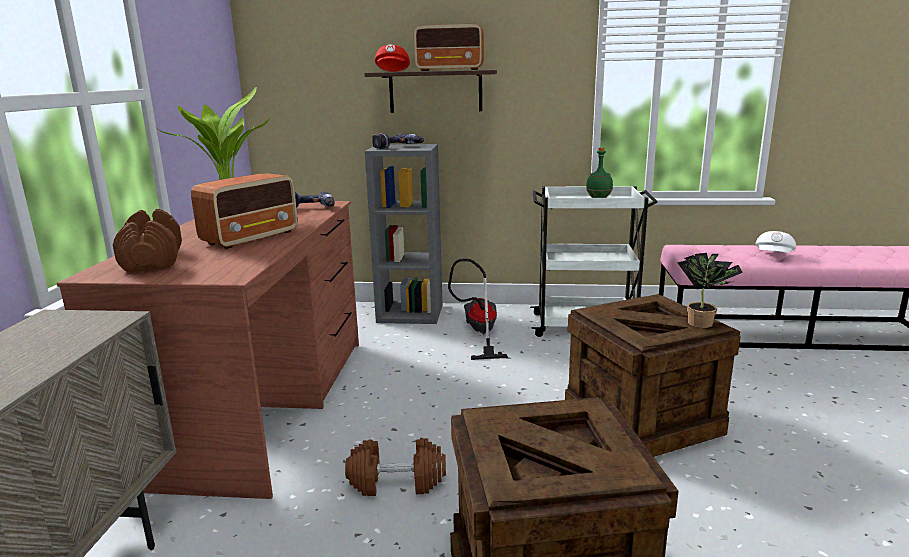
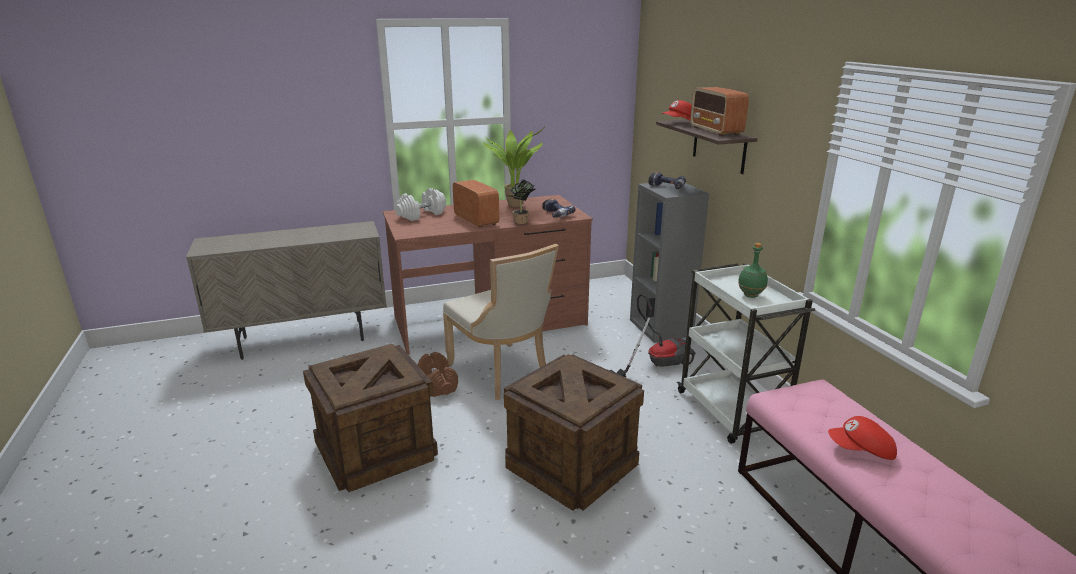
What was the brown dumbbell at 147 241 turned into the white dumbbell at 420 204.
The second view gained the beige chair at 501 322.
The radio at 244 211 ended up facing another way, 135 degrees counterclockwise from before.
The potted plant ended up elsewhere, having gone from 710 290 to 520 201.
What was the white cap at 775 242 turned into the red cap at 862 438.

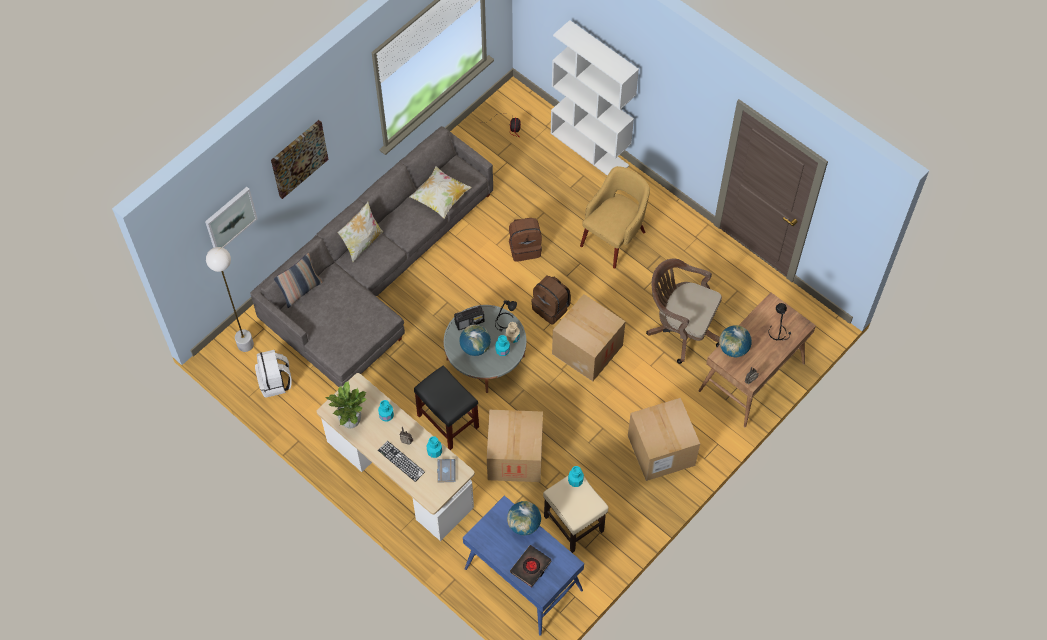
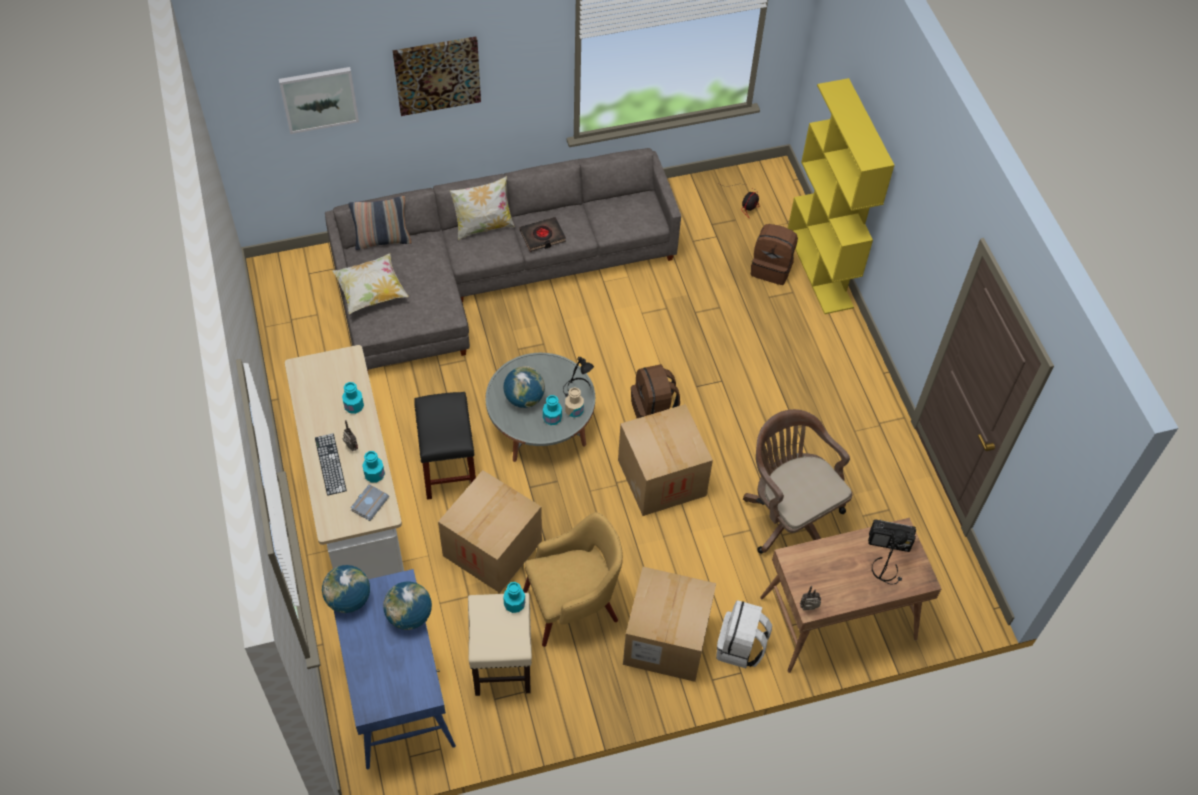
The globe ended up elsewhere, having gone from 735 341 to 346 589.
The pillow ended up elsewhere, having gone from 441 192 to 370 283.
The black book ended up elsewhere, having gone from 531 566 to 542 234.
The yellow armchair ended up elsewhere, having gone from 615 217 to 573 579.
The white backpack ended up elsewhere, having gone from 273 374 to 744 634.
The brown backpack ended up elsewhere, having gone from 525 240 to 774 254.
What was the white bookcase at 595 98 turned into the yellow bookcase at 841 196.
The radio ended up elsewhere, having gone from 469 318 to 892 535.
The second view lost the white floor lamp at 230 299.
The second view lost the potted plant at 346 404.

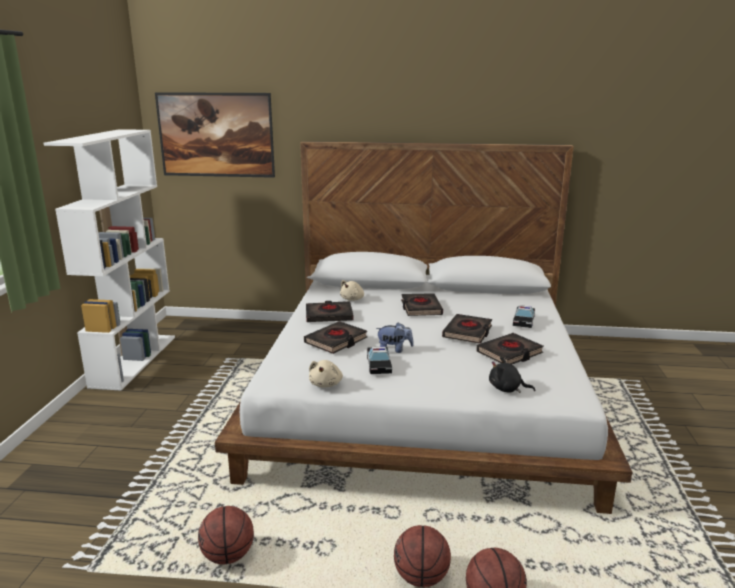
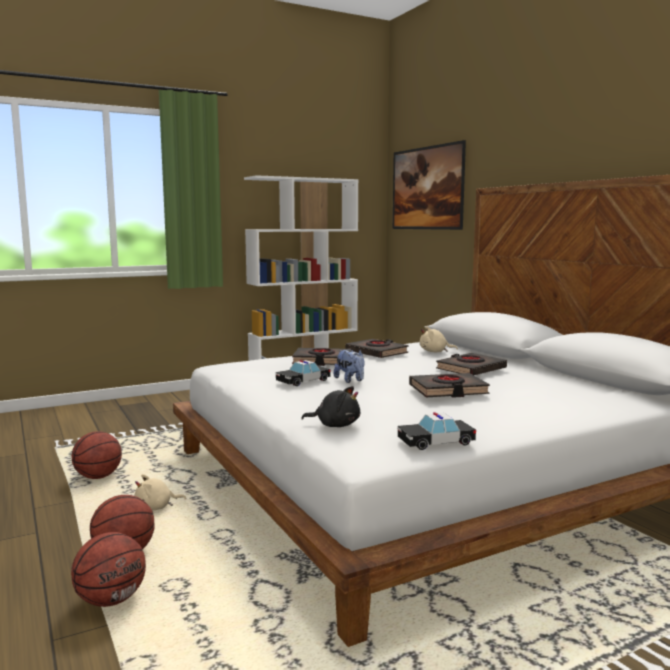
The beige plush toy ended up elsewhere, having gone from 326 374 to 160 492.
The black plush toy at 512 375 ended up facing another way, 120 degrees clockwise from before.
The toy car ended up elsewhere, having gone from 524 316 to 437 431.
The second view lost the black book at 510 348.

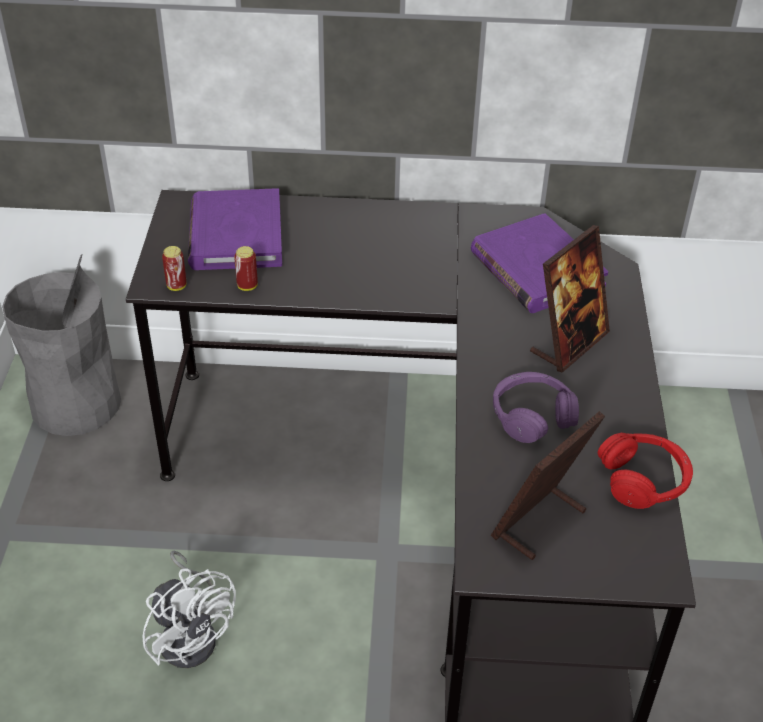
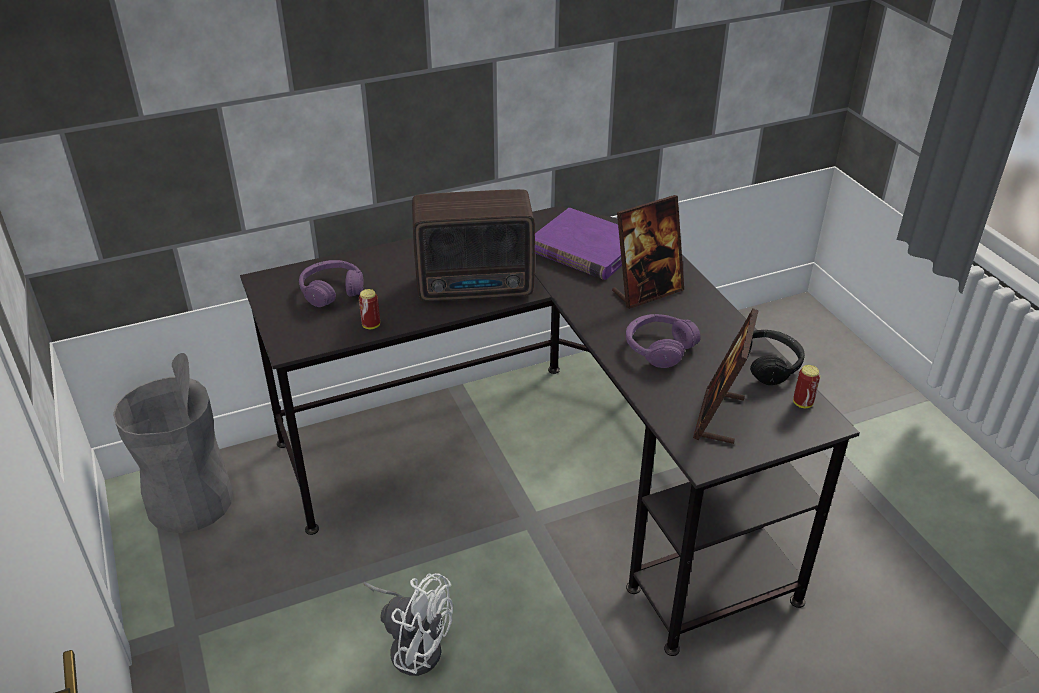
Where the purple book stood at 235 229, the purple headphones came to stand at 331 283.
The second view gained the radio at 473 245.
The picture frame at 570 299 ended up facing another way, 45 degrees clockwise from before.
What was the red headphones at 645 471 turned into the black headphones at 768 357.
The can ended up elsewhere, having gone from 174 268 to 806 386.

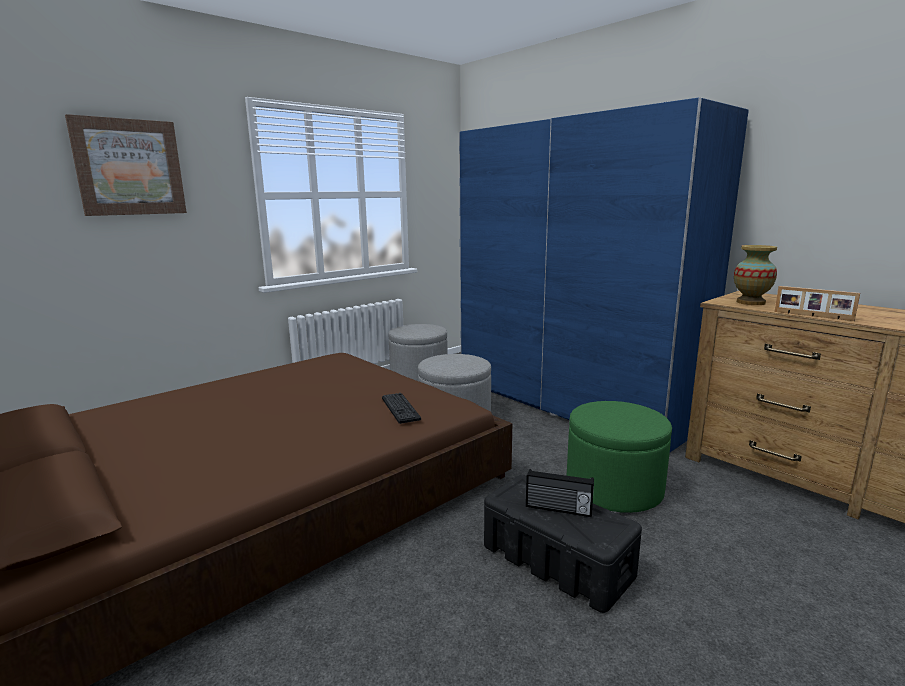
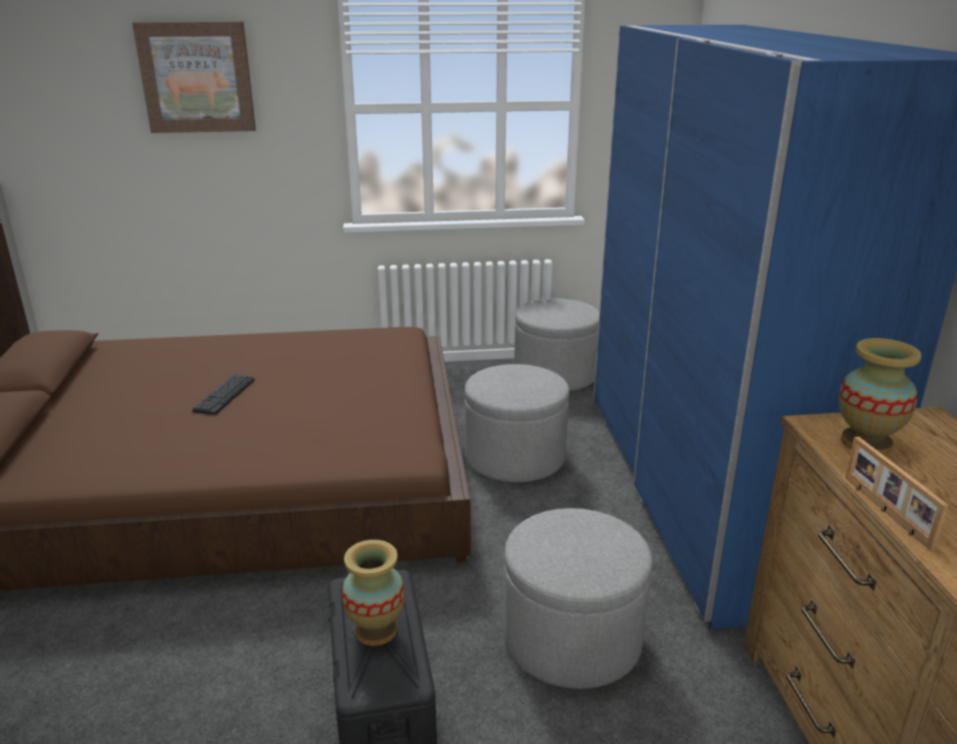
The keyboard ended up elsewhere, having gone from 401 408 to 223 394.
Where the radio stood at 560 493, the vase came to stand at 373 593.
What was the green ottoman at 619 457 turned into the grey ottoman at 577 598.

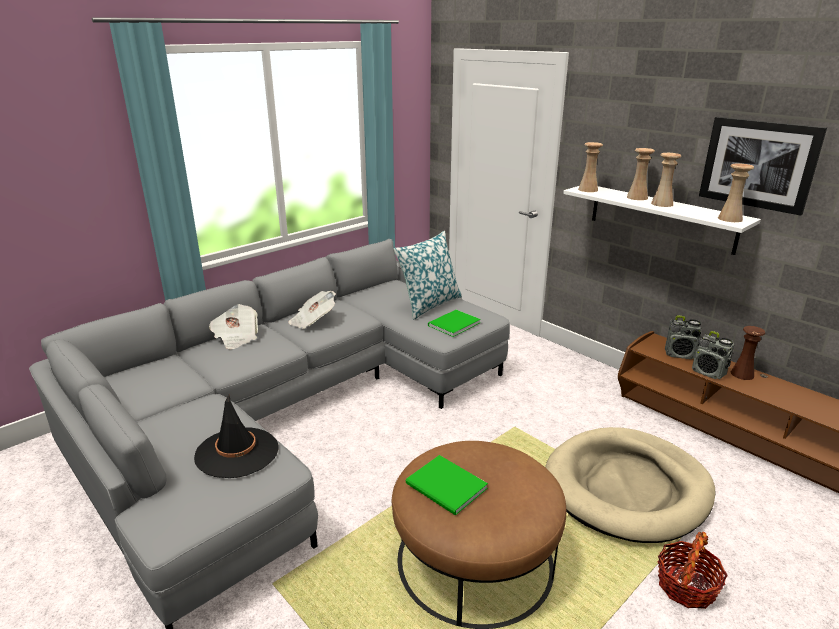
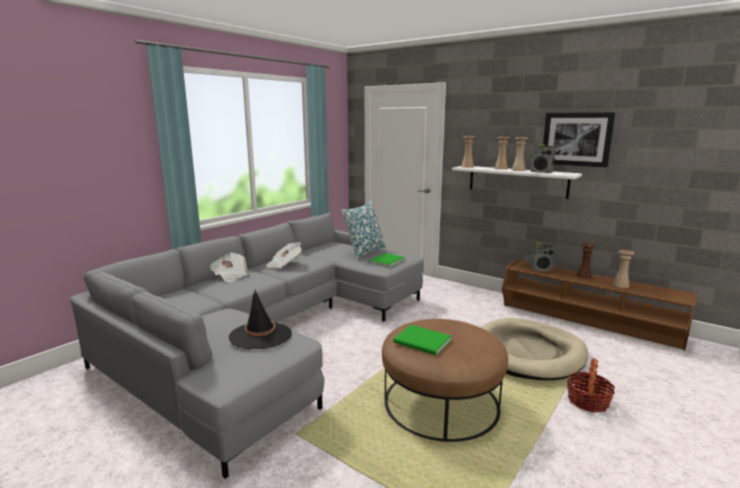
The radio ended up elsewhere, having gone from 713 355 to 543 158.
The beige vase ended up elsewhere, having gone from 736 192 to 623 269.

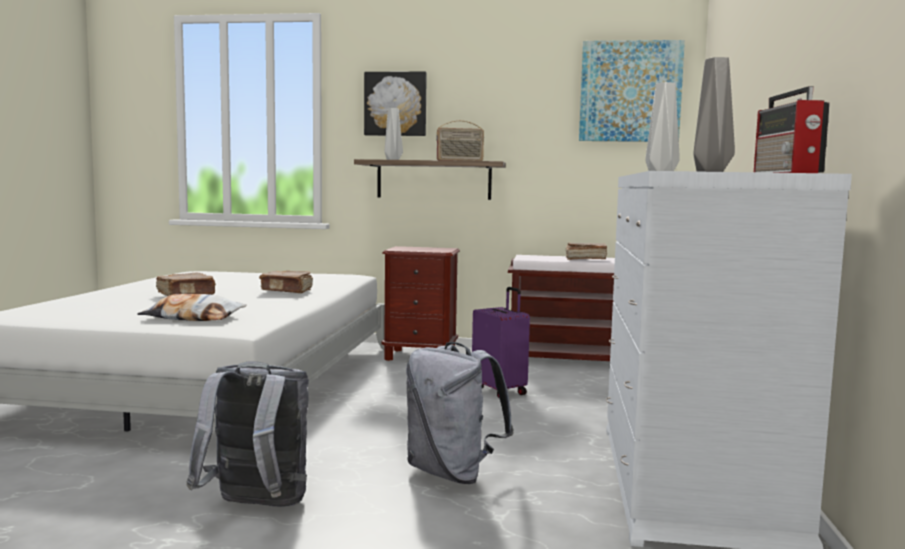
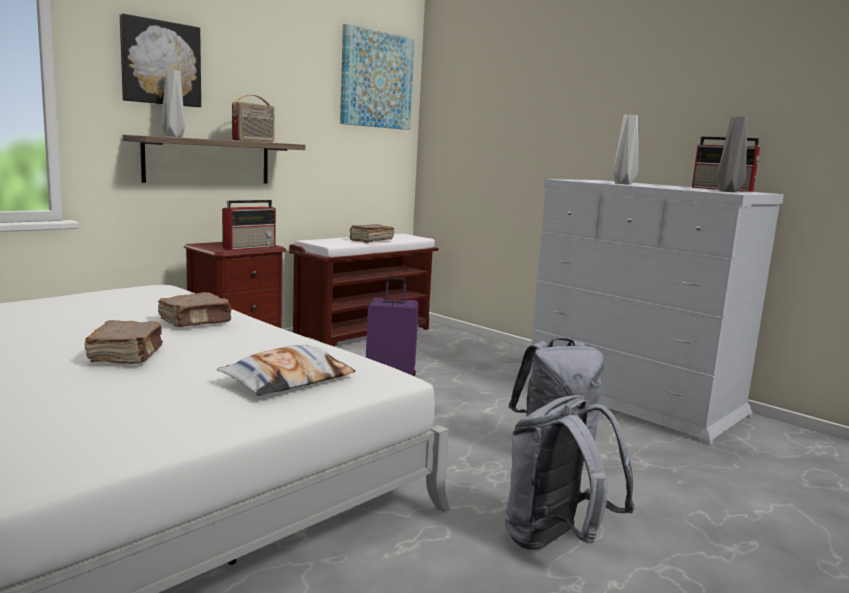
The second view gained the radio at 249 225.

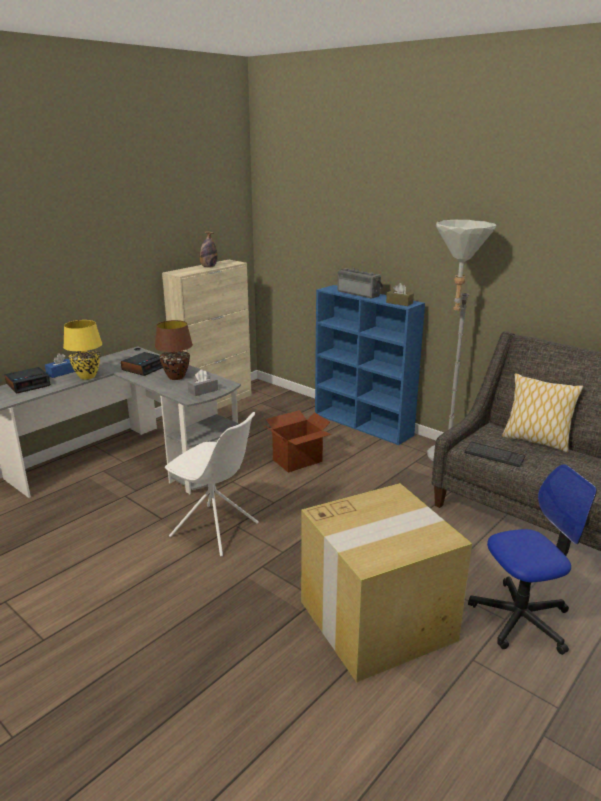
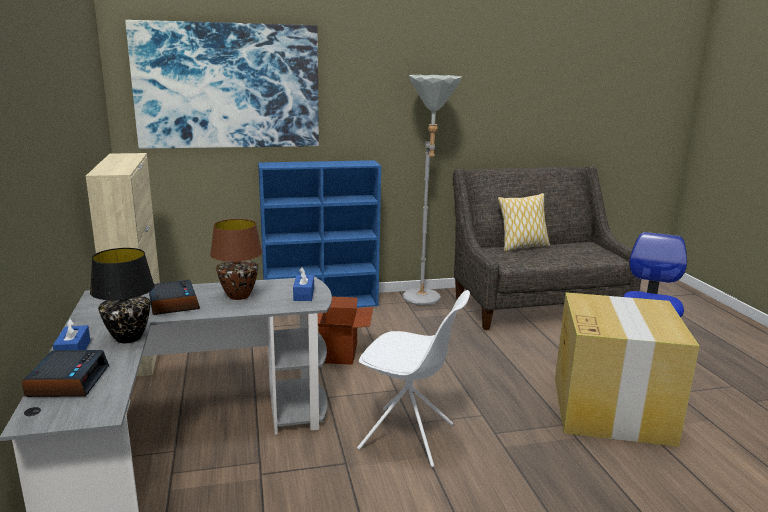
What was the yellow table lamp at 82 349 turned into the black table lamp at 122 295.
The second view gained the picture at 222 84.
What was the grey tissue box at 203 382 turned into the blue tissue box at 303 284.
The white chair at 212 484 ended up facing another way, 45 degrees clockwise from before.
The second view lost the bottle at 208 249.
The second view lost the radio at 360 283.
The second view lost the brown tissue box at 400 294.
The second view lost the keyboard at 495 454.

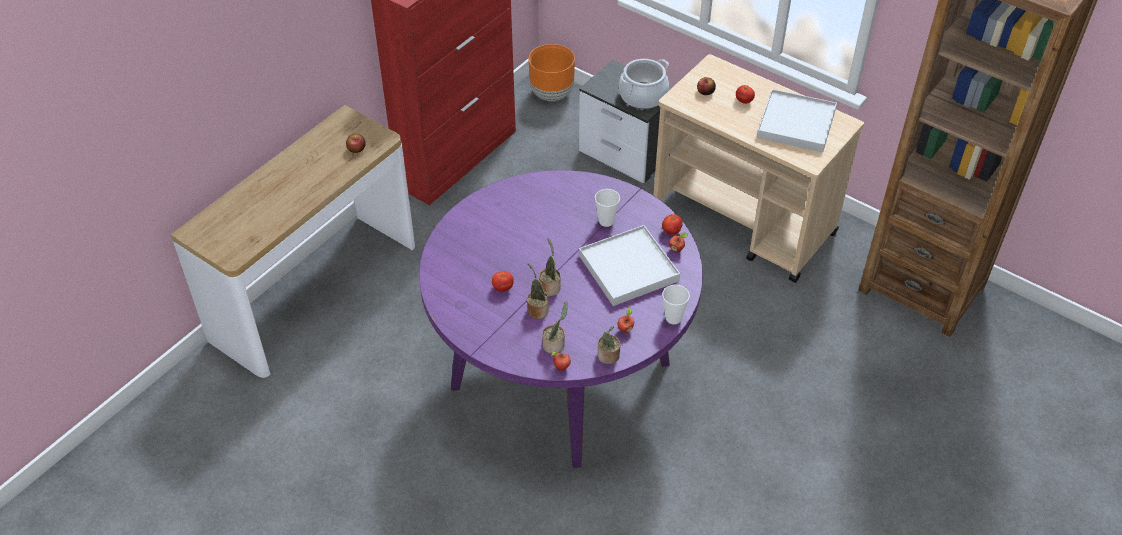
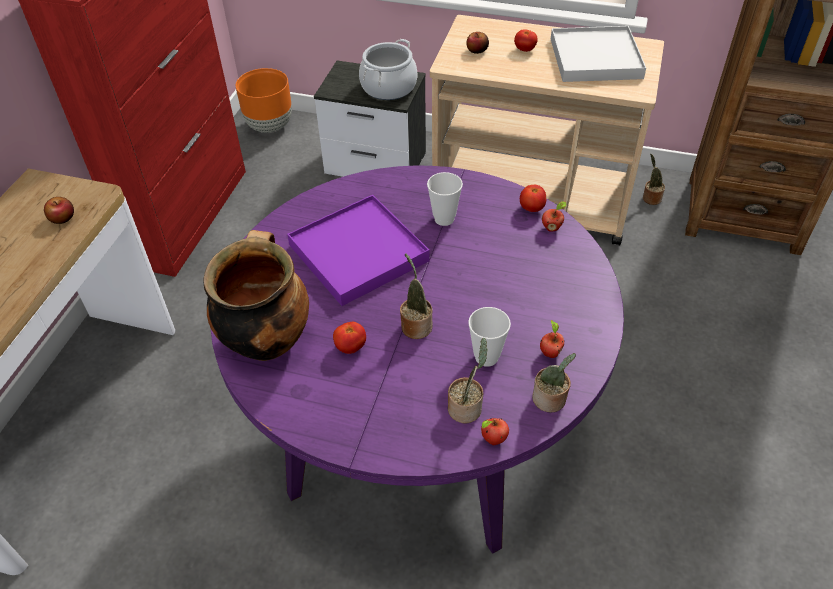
The second view gained the cooking pot at 256 295.
The second view gained the purple tray at 358 250.
The cup ended up elsewhere, having gone from 676 304 to 489 337.
The potted plant ended up elsewhere, having gone from 538 291 to 654 179.
The second view lost the white tray at 629 265.

